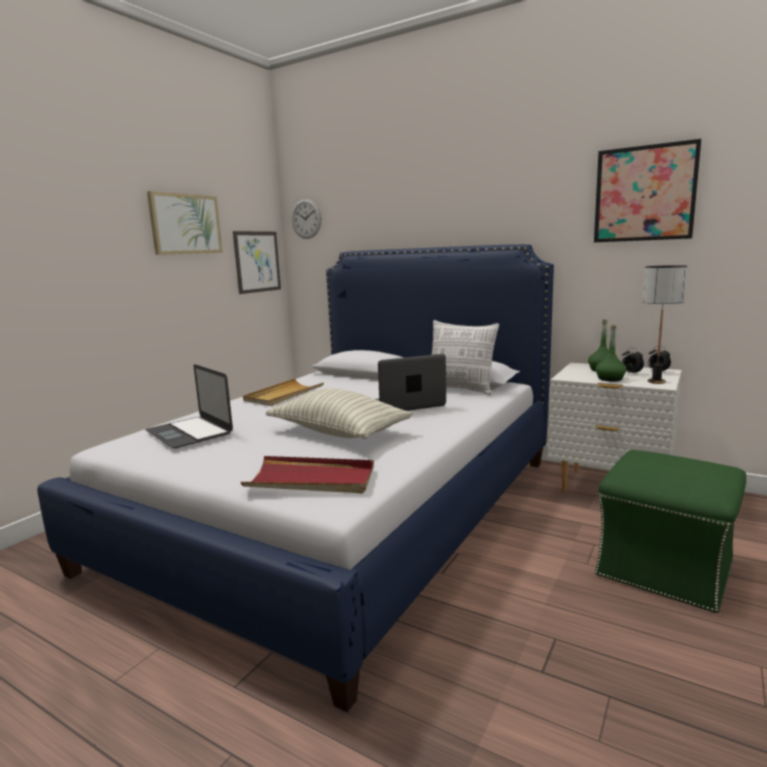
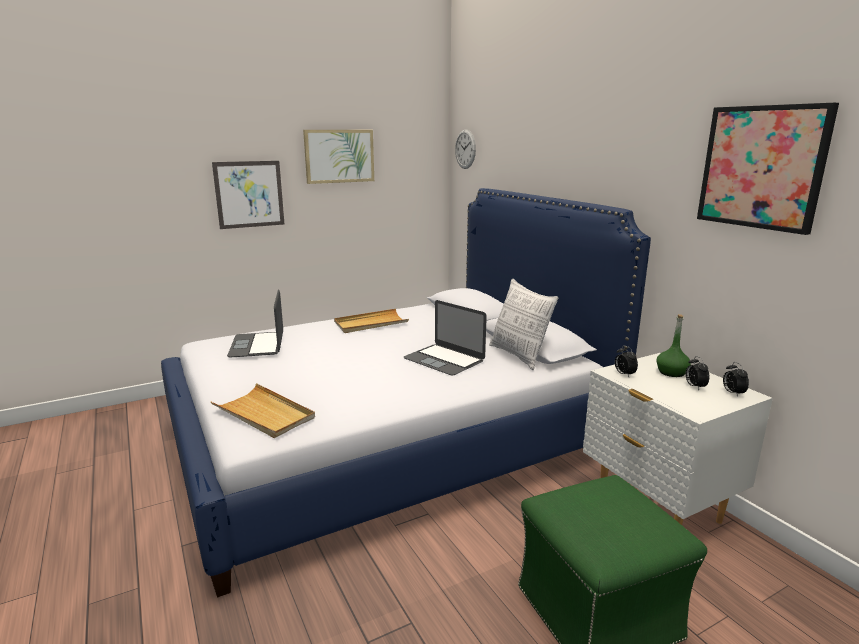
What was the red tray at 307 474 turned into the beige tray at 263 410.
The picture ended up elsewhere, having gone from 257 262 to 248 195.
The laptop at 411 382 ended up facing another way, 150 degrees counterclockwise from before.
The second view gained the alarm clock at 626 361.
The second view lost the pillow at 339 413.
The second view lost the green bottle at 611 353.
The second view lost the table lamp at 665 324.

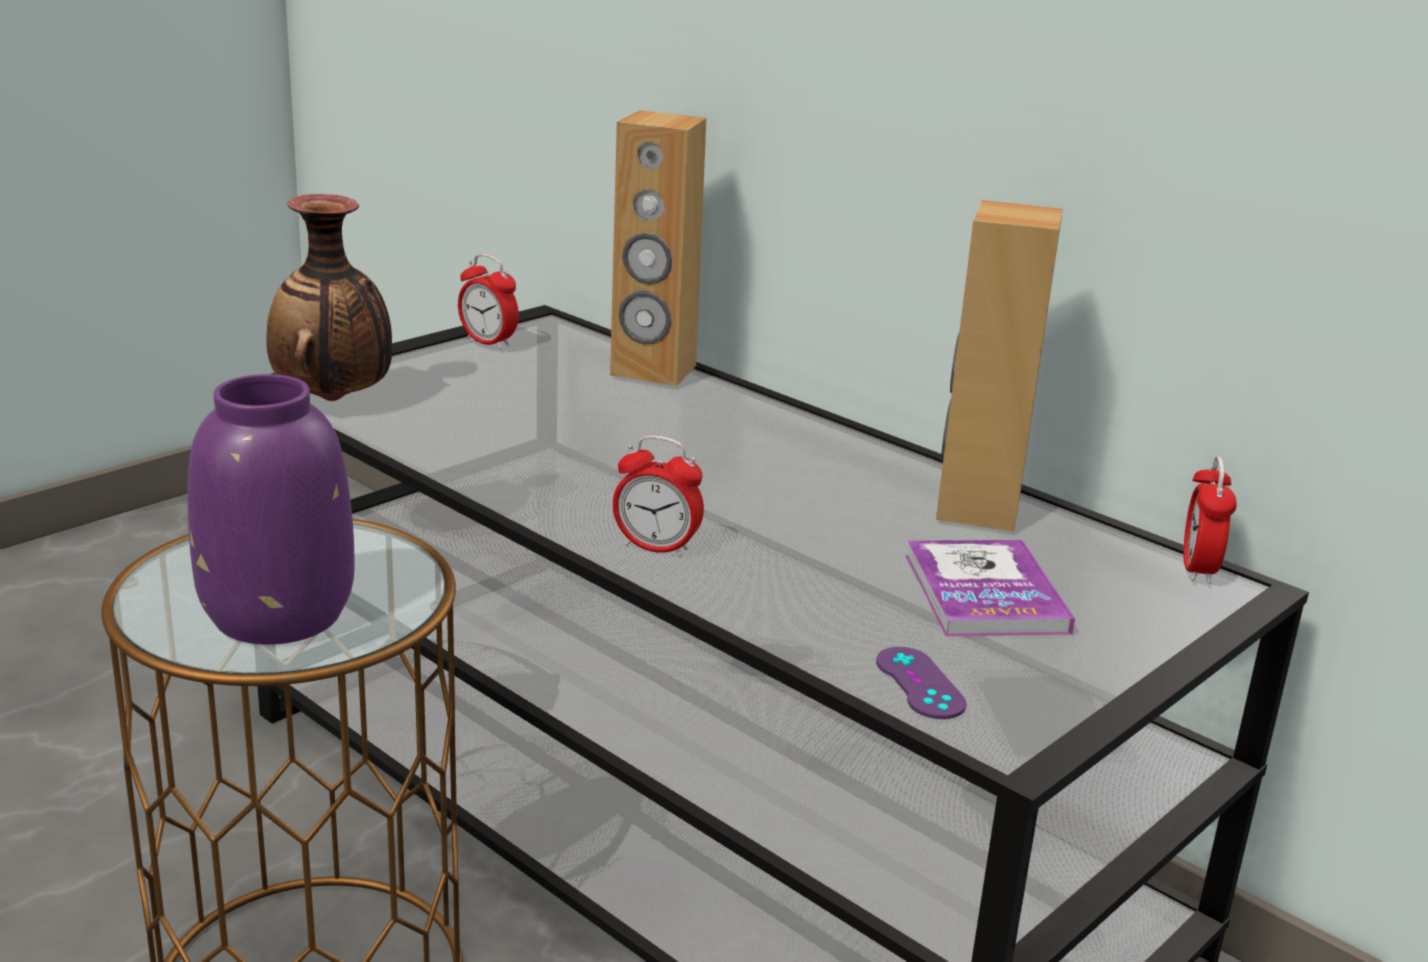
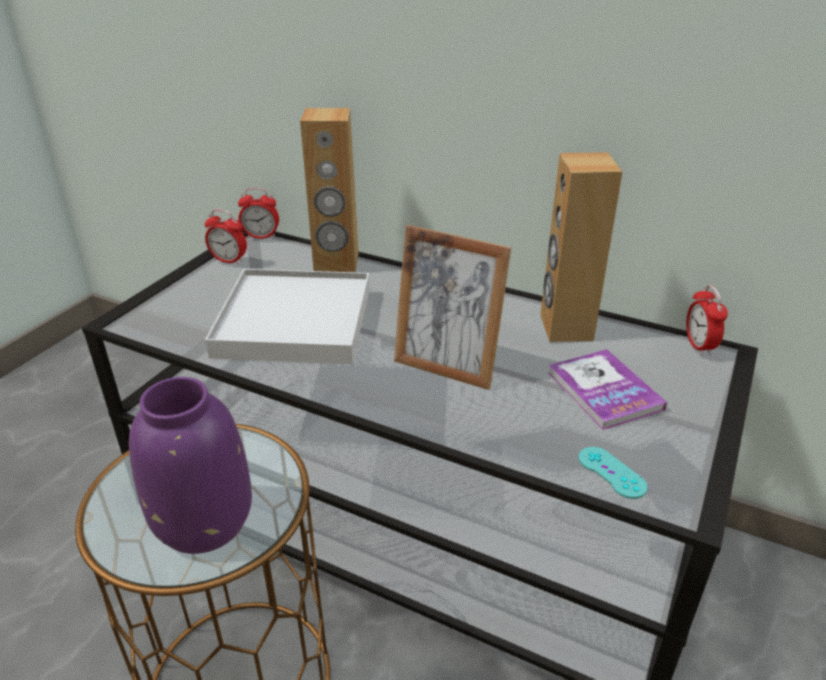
The second view gained the white tray at 287 316.
The alarm clock ended up elsewhere, having gone from 658 496 to 258 213.
The second view gained the picture frame at 453 307.
What was the purple game controller at 921 683 turned into the turquoise game controller at 613 473.
The second view lost the vase at 329 297.

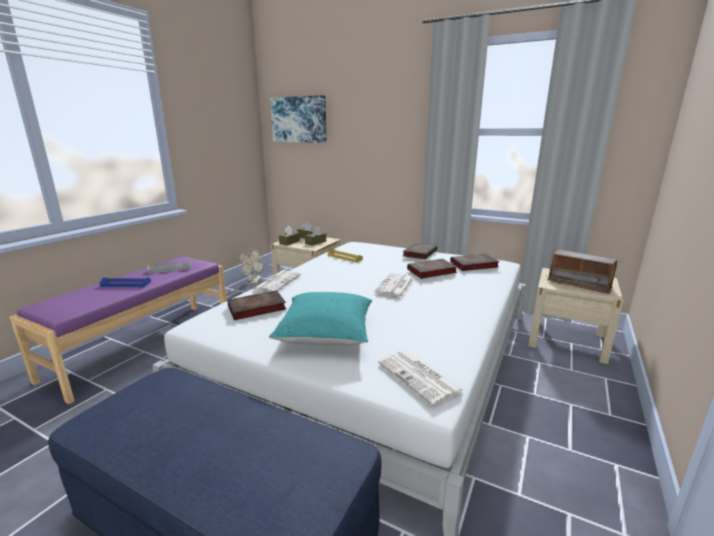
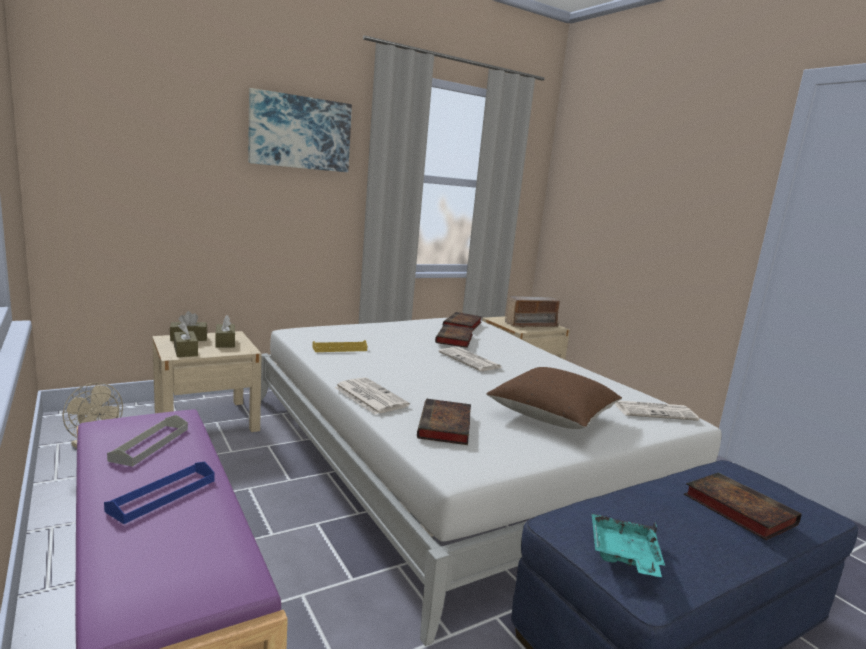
The picture ended up elsewhere, having gone from 298 119 to 300 130.
What was the turquoise pillow at 320 318 turned into the brown pillow at 554 398.
The second view gained the turquoise tray at 628 545.
The book ended up elsewhere, having gone from 420 251 to 742 506.

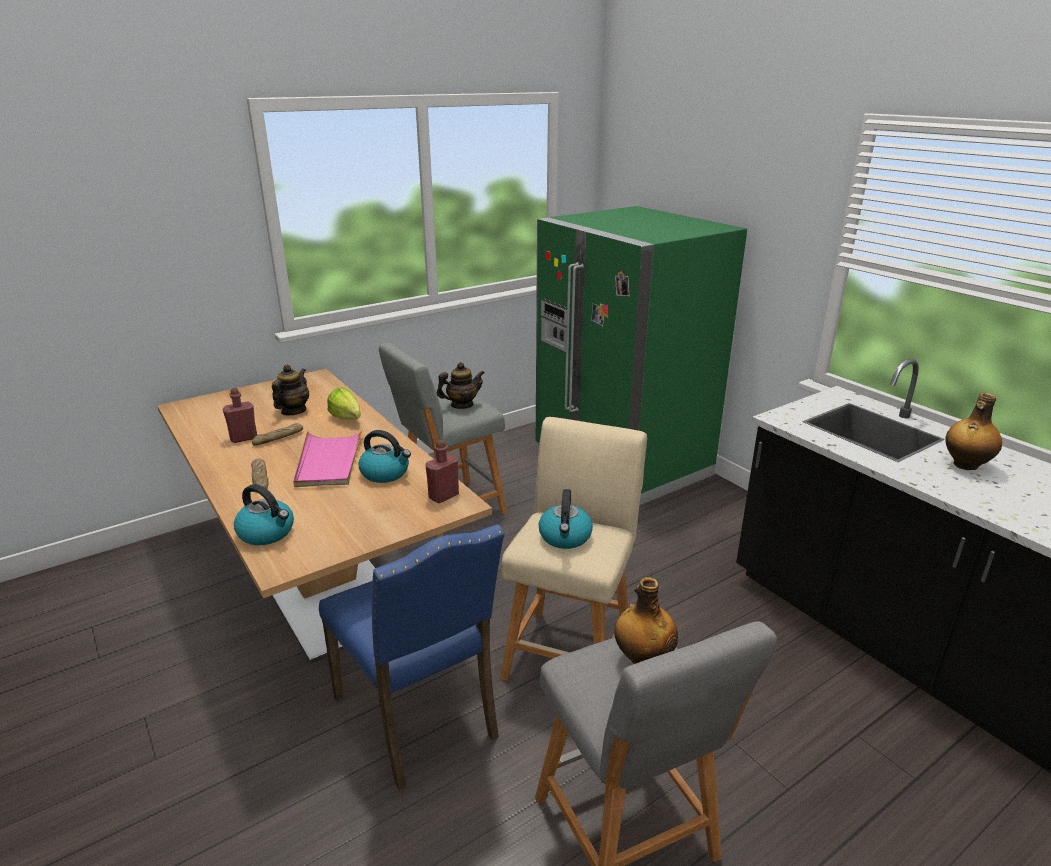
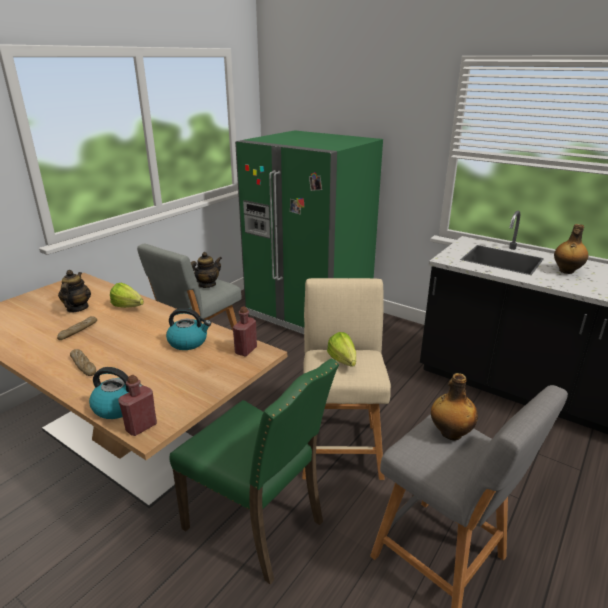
The red bottle ended up elsewhere, having gone from 239 415 to 137 405.
What was the blue chair at 411 657 turned into the green chair at 254 471.
Where the kettle stood at 566 519, the lettuce came to stand at 341 349.
The second view lost the pink tray at 328 457.

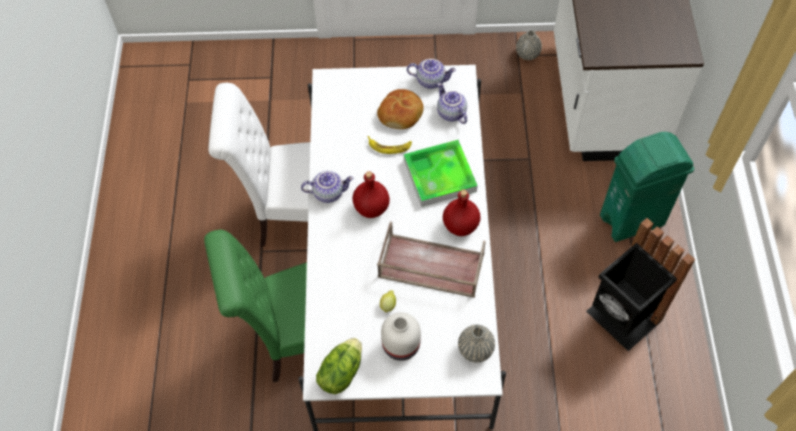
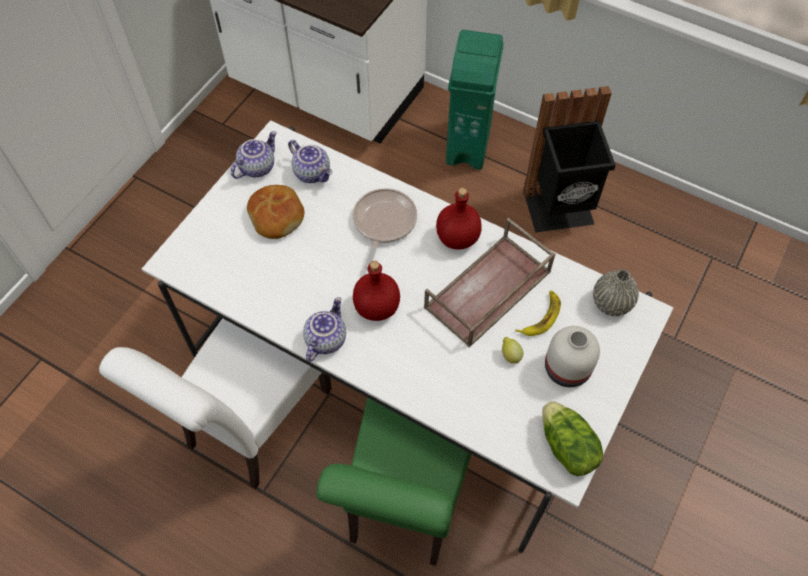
The teapot at 452 103 ended up facing another way, 135 degrees counterclockwise from before.
Where the tray stood at 440 173, the frying pan came to stand at 385 229.
The banana ended up elsewhere, having gone from 390 145 to 538 313.
The second view lost the grey vase at 529 45.

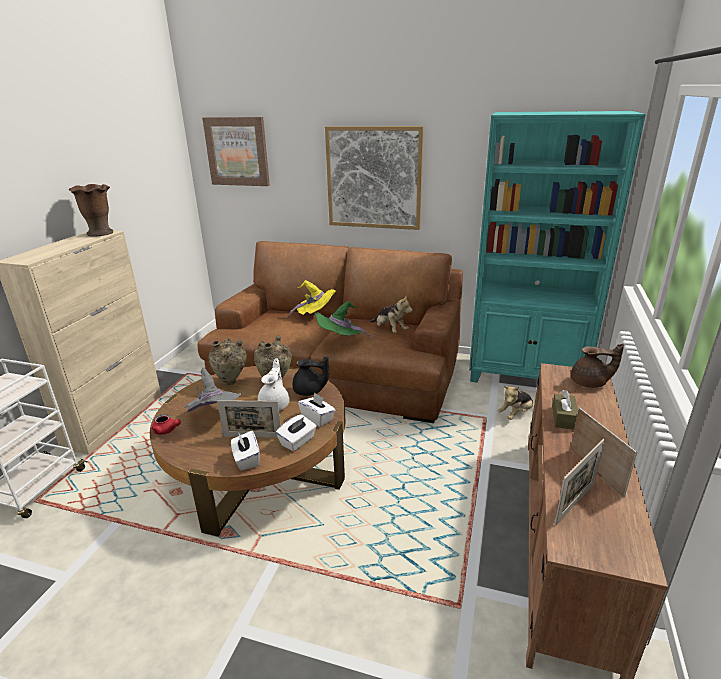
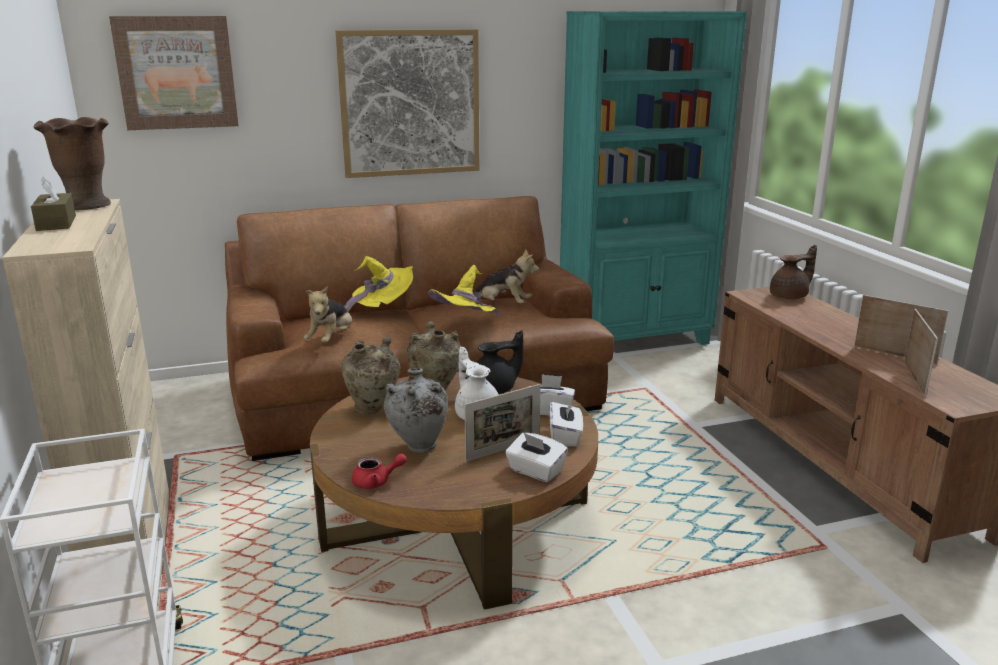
The brown tissue box ended up elsewhere, having gone from 565 410 to 53 203.
The plush toy ended up elsewhere, having gone from 515 403 to 328 315.
Where the grey hat stood at 213 390, the grey vase came to stand at 416 410.
What was the green hat at 343 320 turned into the yellow hat at 464 290.

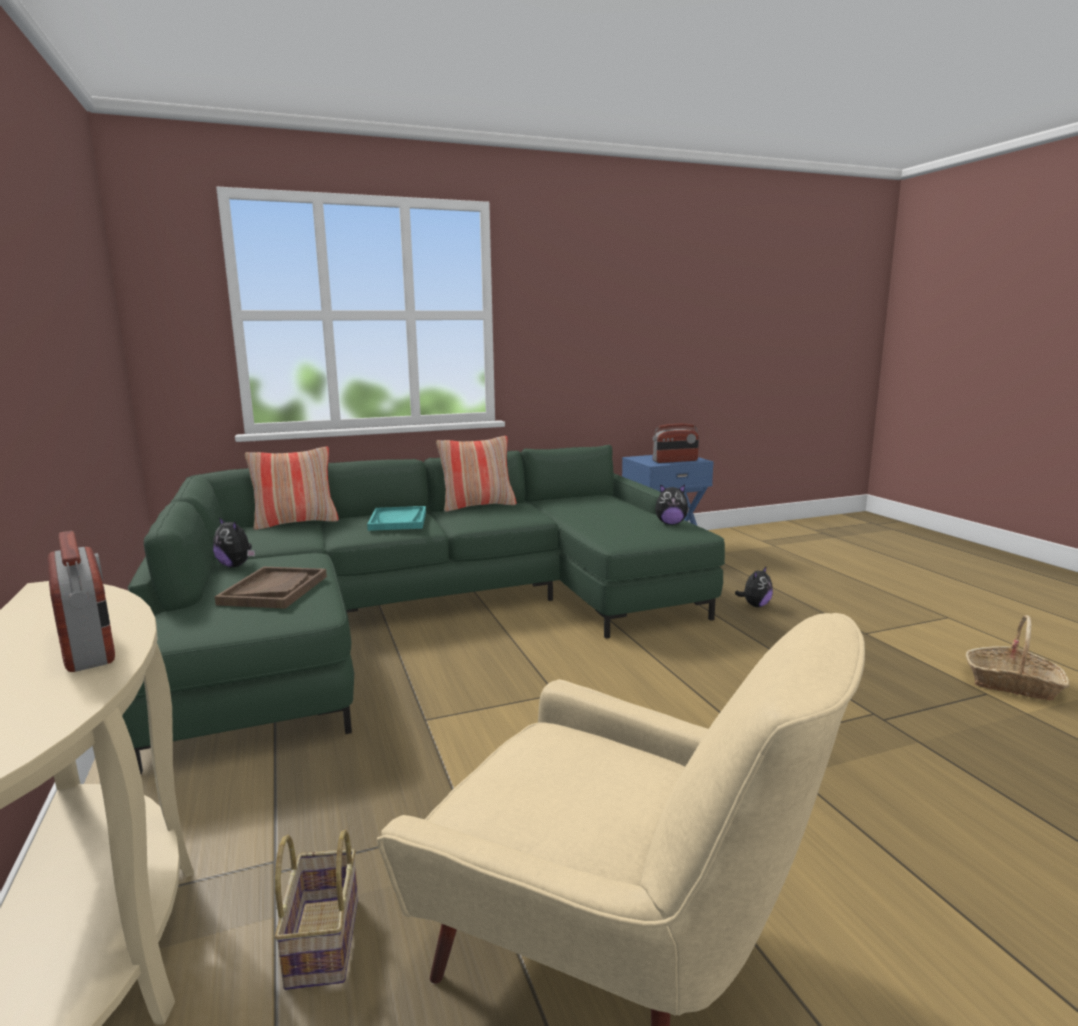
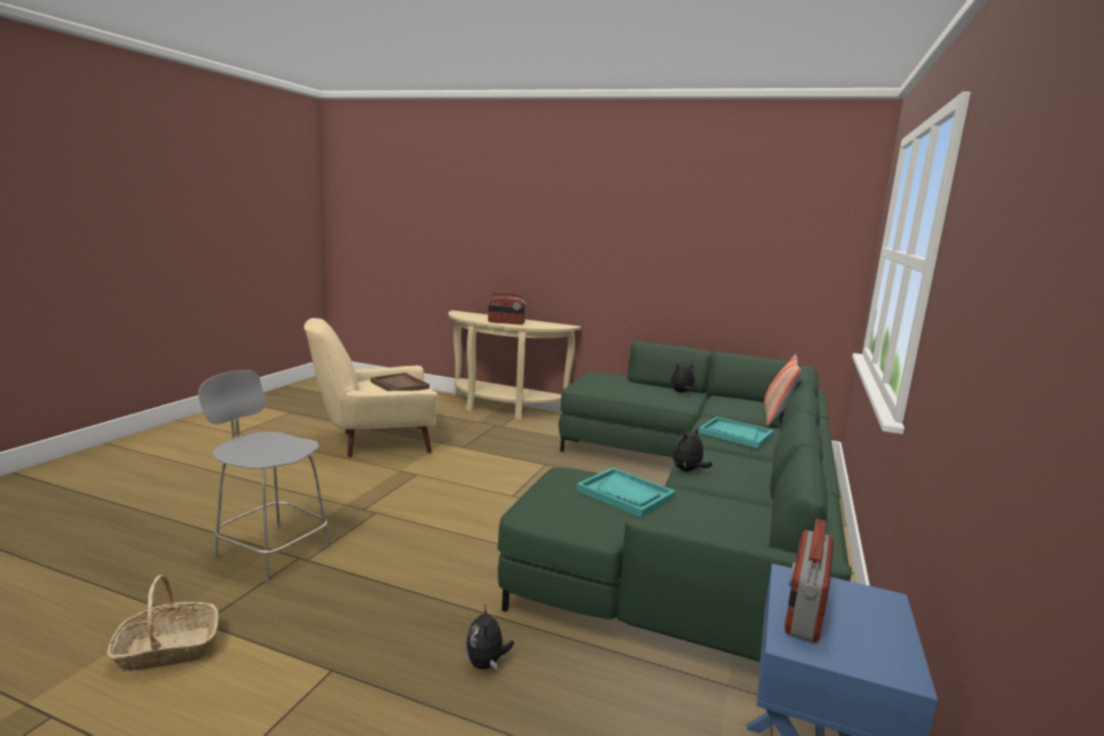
The second view gained the grey stool at 264 476.
The brown tray ended up elsewhere, having gone from 271 588 to 400 382.
The second view gained the turquoise tray at 626 493.
The plush toy ended up elsewhere, having gone from 672 504 to 692 450.
The second view lost the basket at 316 910.
The second view lost the pillow at 476 474.

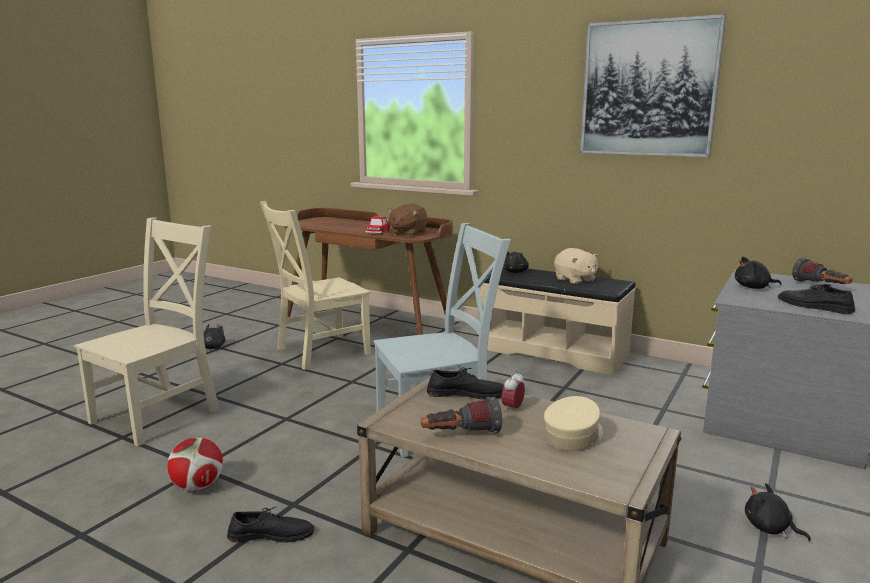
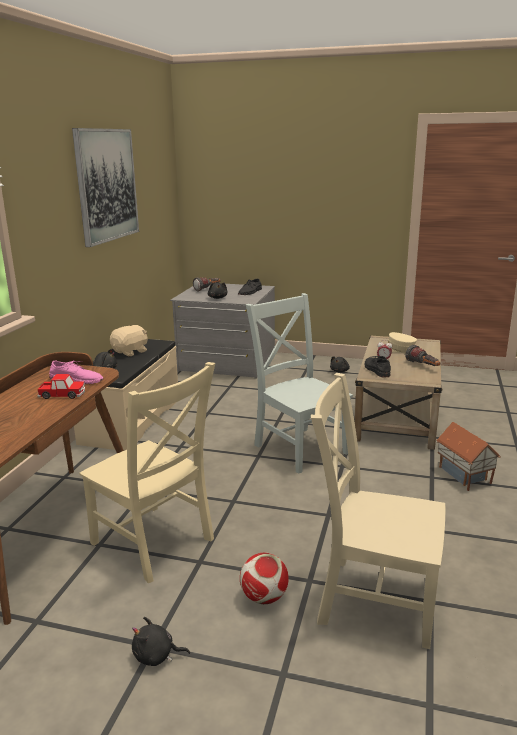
Where the brown plush toy stood at 407 220, the pink shoe came to stand at 76 372.
The football ended up elsewhere, having gone from 195 464 to 264 578.
Where the black shoe stood at 270 525, the toy house came to stand at 469 456.

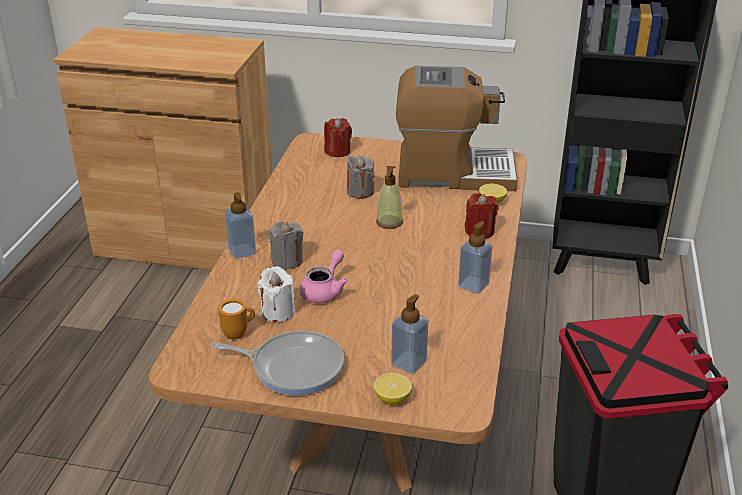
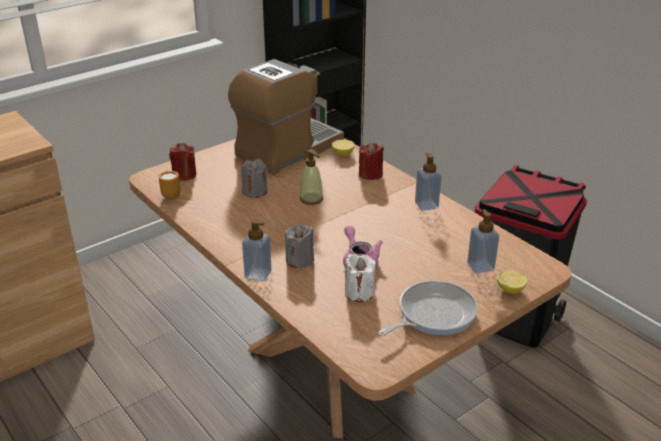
The orange mug ended up elsewhere, having gone from 236 319 to 169 185.

